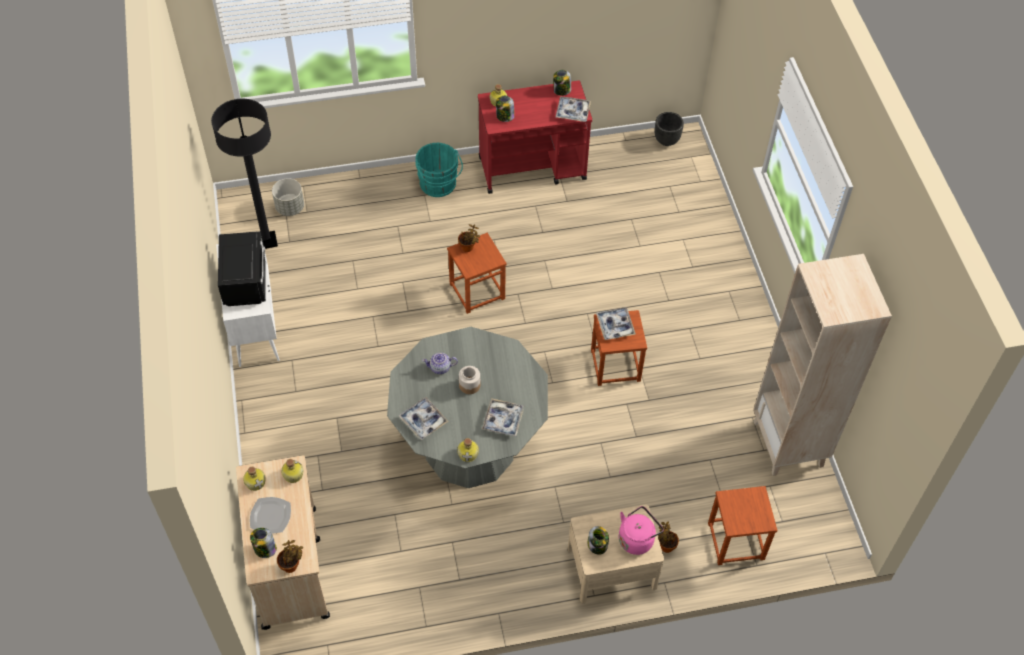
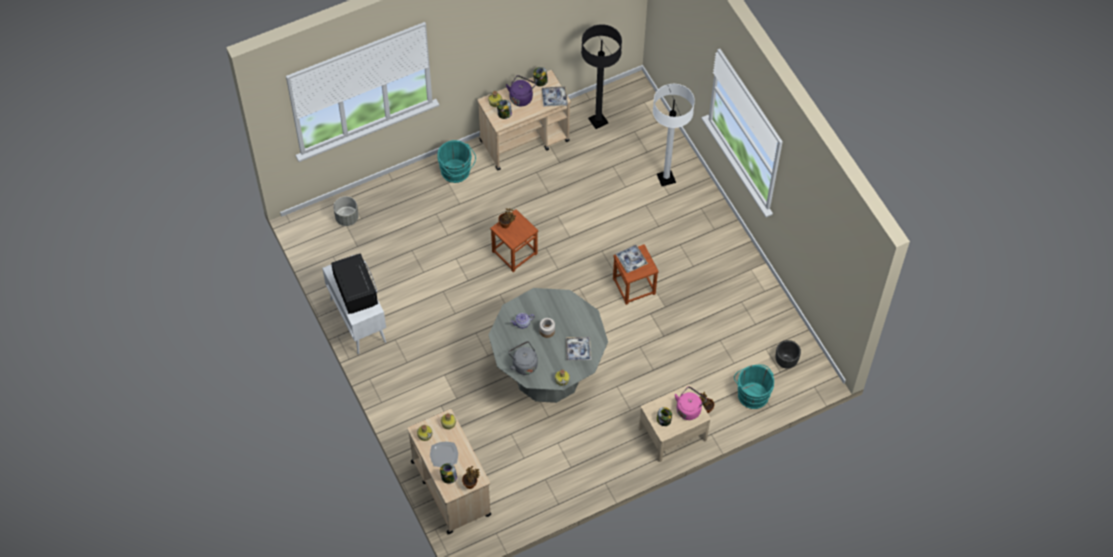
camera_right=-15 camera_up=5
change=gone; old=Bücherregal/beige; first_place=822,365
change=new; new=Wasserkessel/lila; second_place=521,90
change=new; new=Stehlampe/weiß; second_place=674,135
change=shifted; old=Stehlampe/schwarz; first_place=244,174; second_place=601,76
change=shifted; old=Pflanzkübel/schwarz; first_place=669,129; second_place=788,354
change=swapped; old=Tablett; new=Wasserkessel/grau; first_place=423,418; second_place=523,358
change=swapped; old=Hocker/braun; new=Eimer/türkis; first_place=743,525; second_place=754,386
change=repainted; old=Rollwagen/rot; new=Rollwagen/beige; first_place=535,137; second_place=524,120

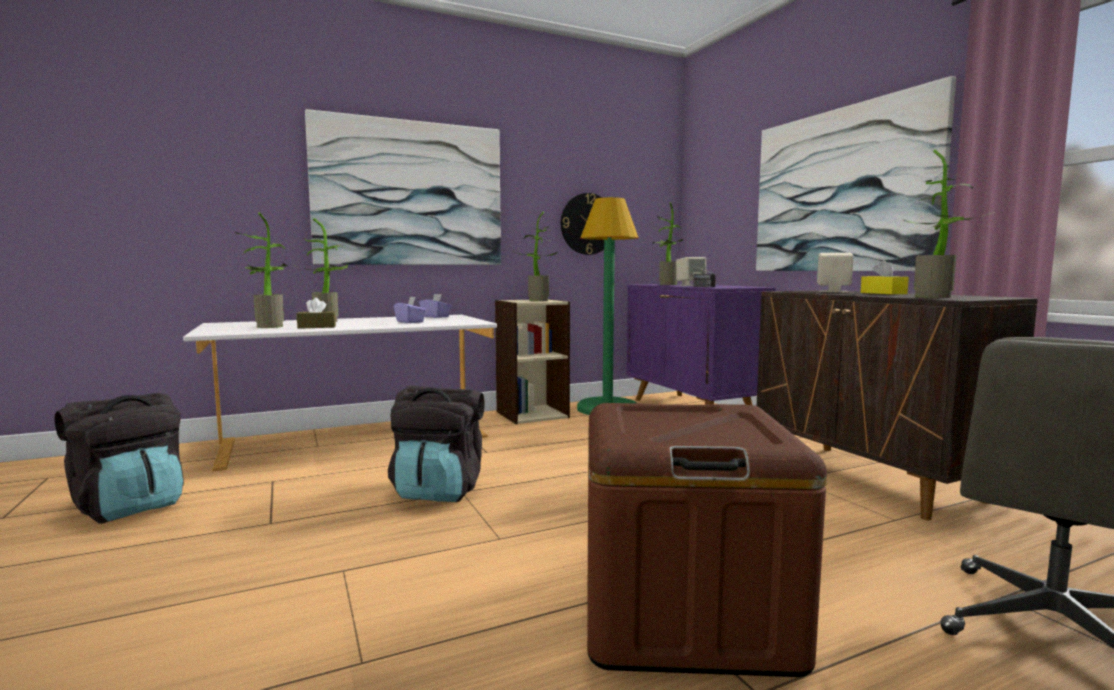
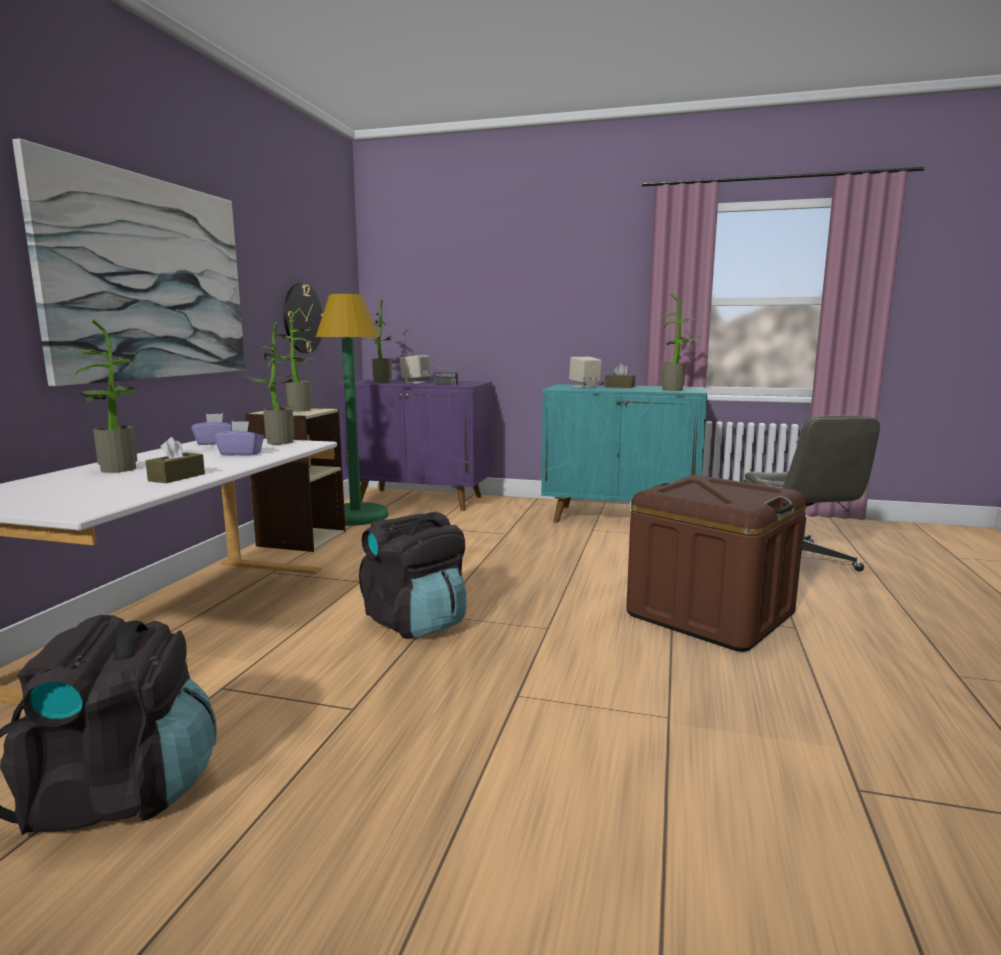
camera_right=-50 camera_up=5
change=gone; old=Bild; first_place=856,173
change=shifted; old=Topfpflanze; first_place=261,270; second_place=268,383
change=repainted; old=Schrank/braun; new=Schrank/türkis; first_place=897,405; second_place=624,453
change=repainted; old=Taschentuchbox/gelb; new=Taschentuchbox/braun; first_place=885,277; second_place=620,375

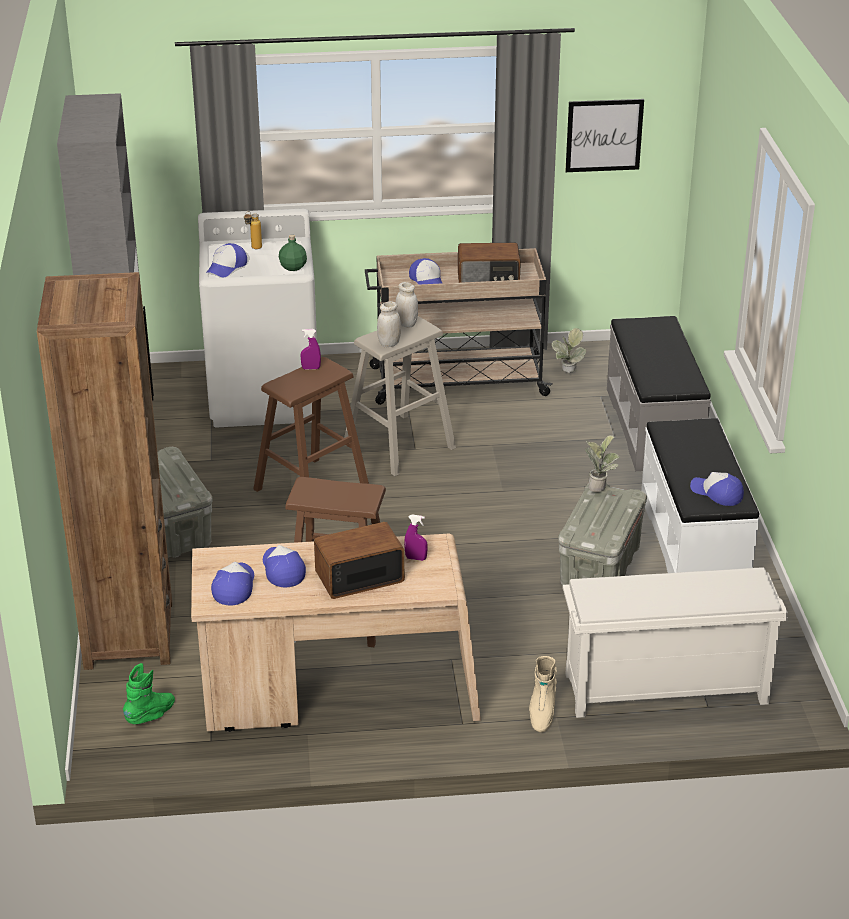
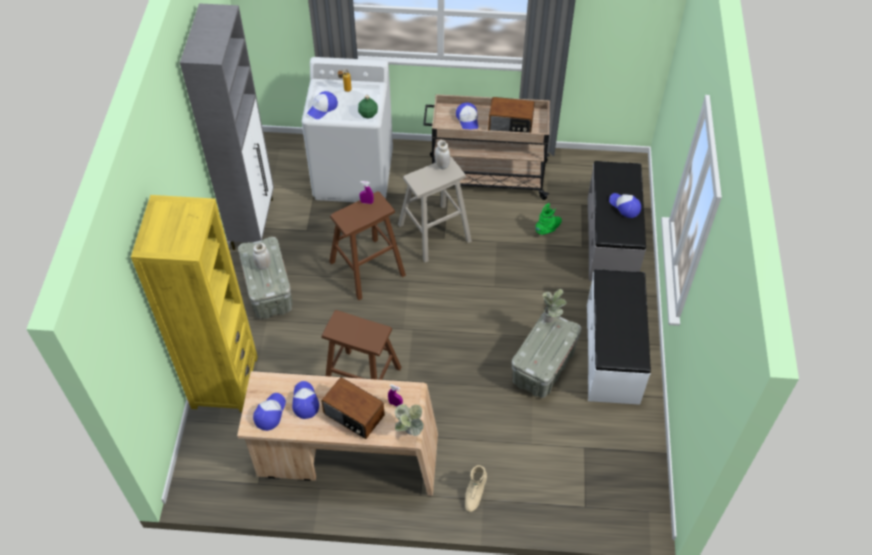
camera_right=10 camera_up=20
change=gone; old=Schuhregal/weiß; first_place=675,642
change=gone; old=Bild; first_place=604,135
change=shifted; old=Stiefel/grün; first_place=149,693; second_place=549,219
change=shifted; old=Vorratsglas/weiß; first_place=389,324; second_place=262,256
change=shifted; old=Topfpflanze; first_place=569,350; second_place=409,420
change=shifted; old=Kappe; first_place=717,489; second_place=625,205
change=repainted; old=Bücherregal/braun; new=Bücherregal/gelb; first_place=104,471; second_place=194,303
change=rotated; old=Radio; first_place=359,560; second_place=353,408; degrees=-135

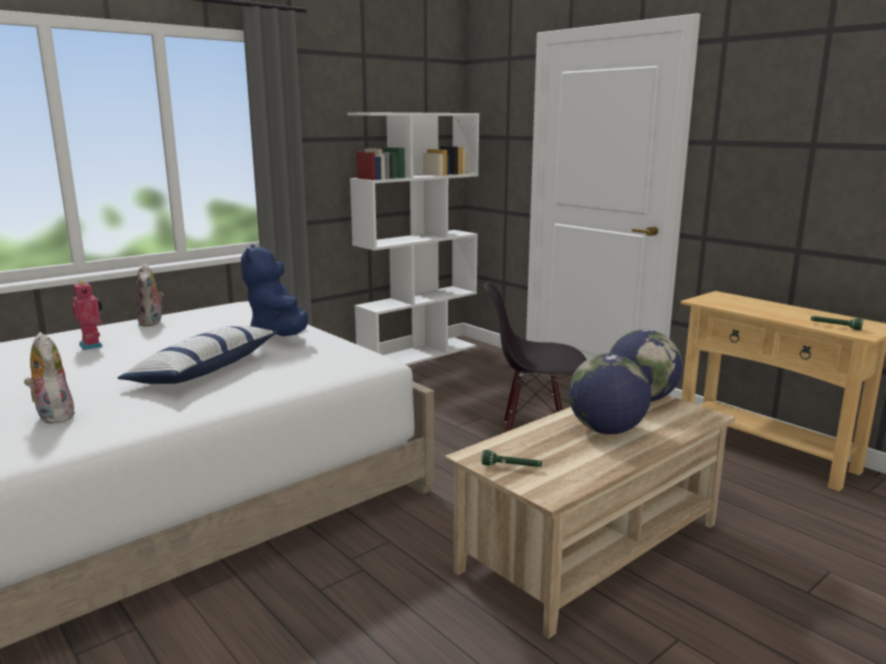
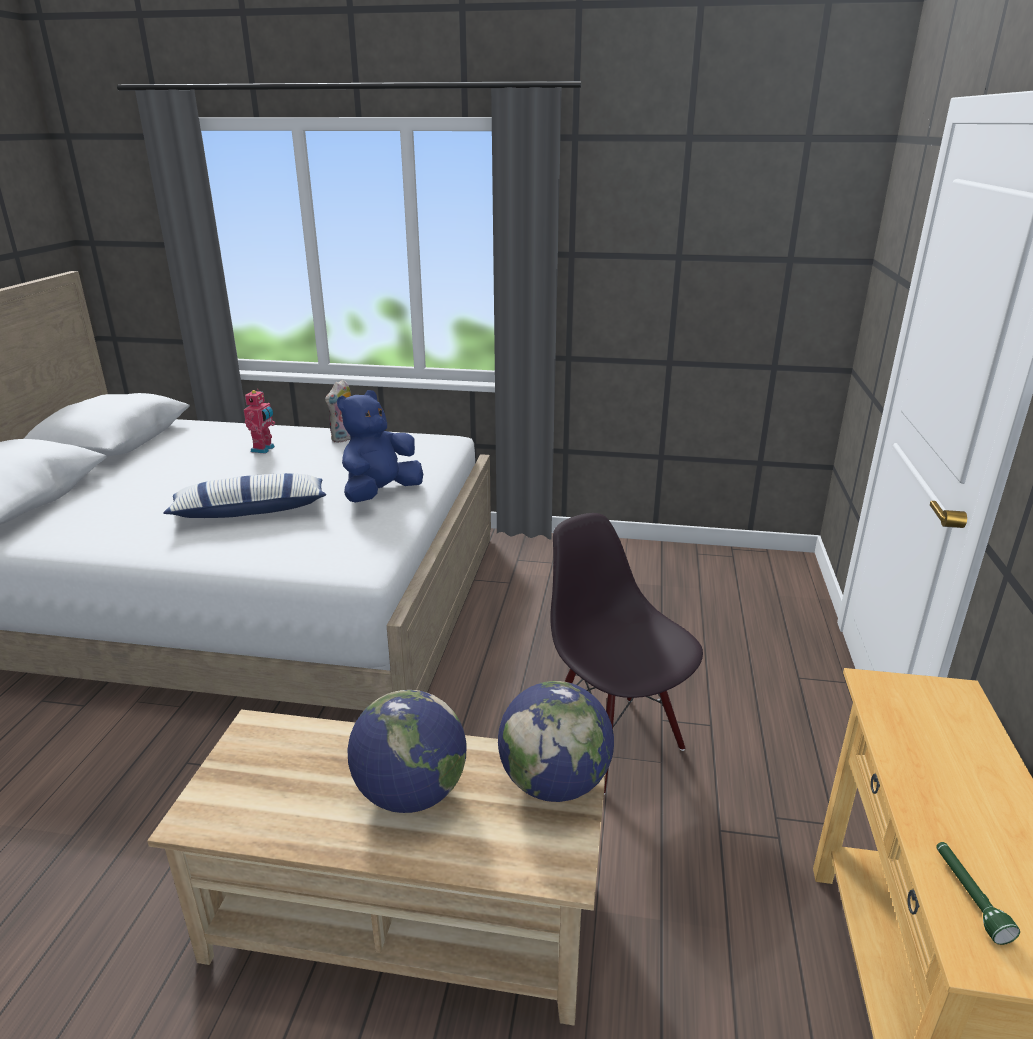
camera_right=50 camera_up=10
change=gone; old=Plüschtier; first_place=49,378
change=gone; old=Bücherregal/weiß; first_place=413,239
change=gone; old=Taschenlampe/grün; first_place=511,458

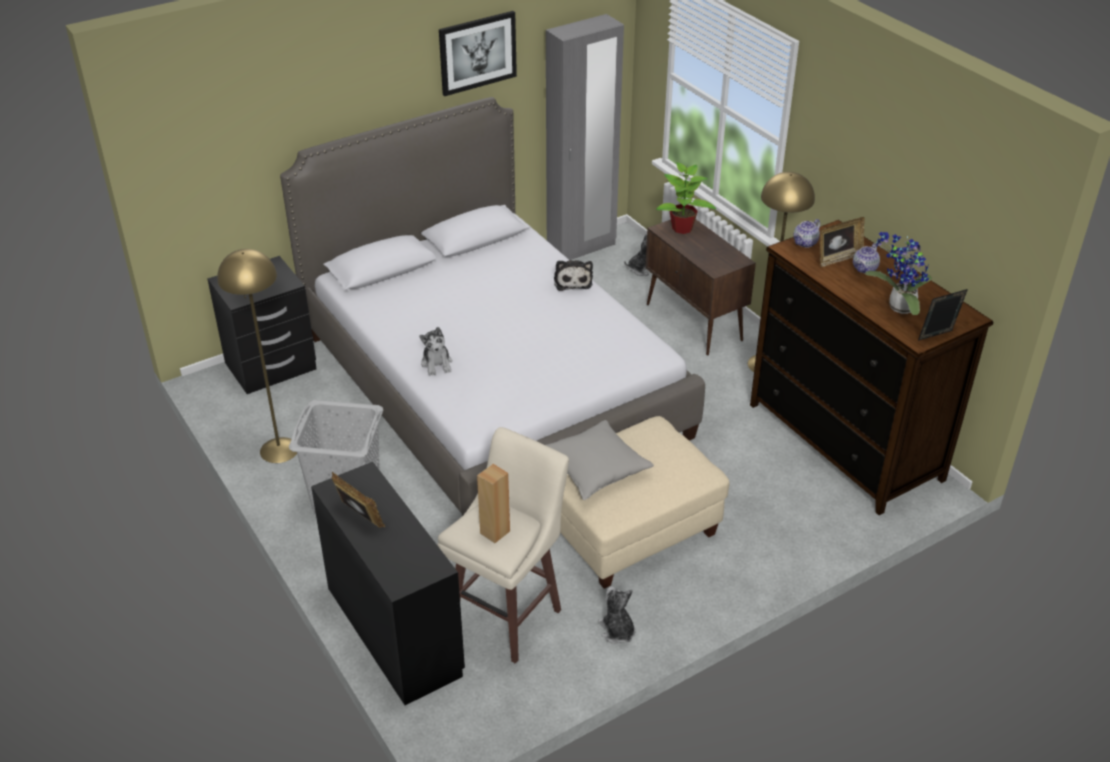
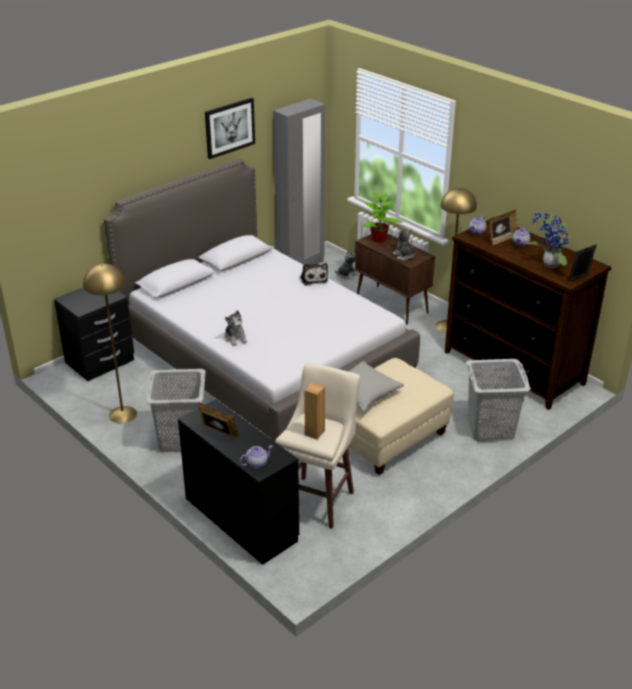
camera_right=-10 camera_up=-5
change=new; new=Teekanne; second_place=256,457
change=new; new=Wäschekorb/grau; second_place=498,400
change=shifted; old=Plüschtier; first_place=616,615; second_place=404,244

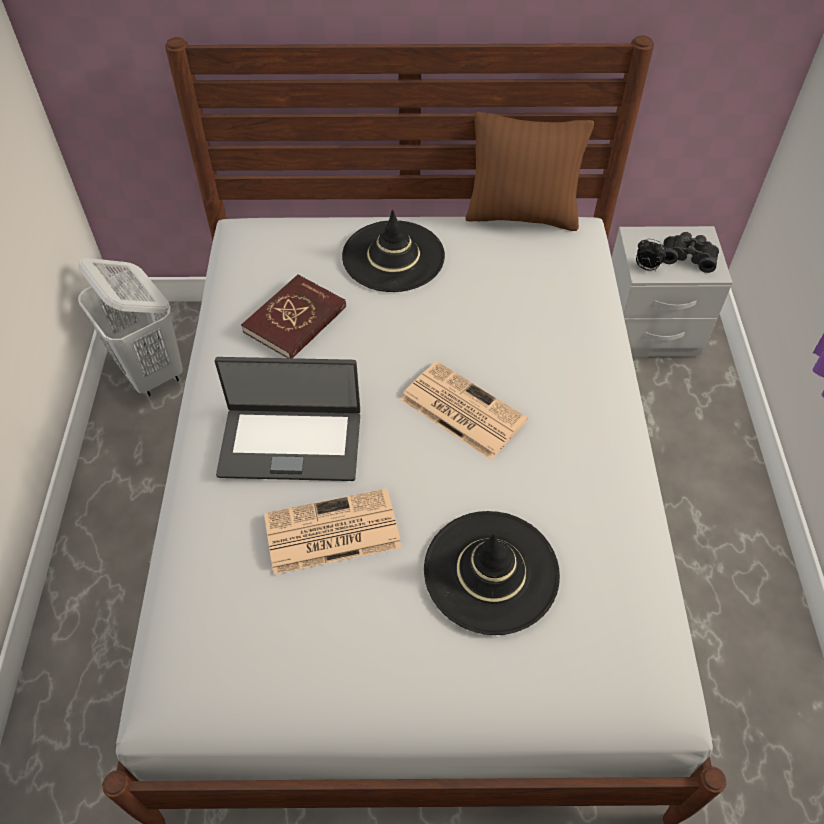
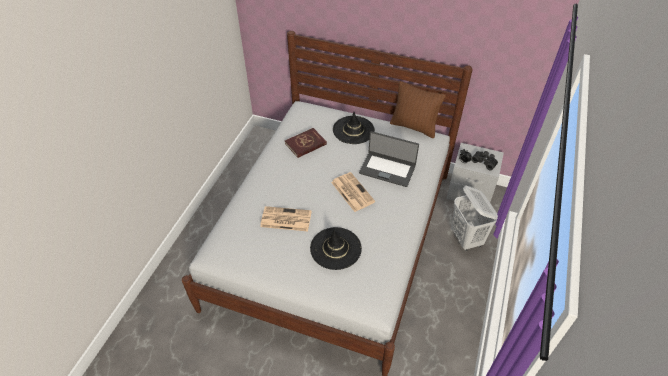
camera_right=20 camera_up=-5
change=shifted; old=Wäschekorb/weiß; first_place=130,327; second_place=474,218
change=shifted; old=Laptop; first_place=287,419; second_place=389,159

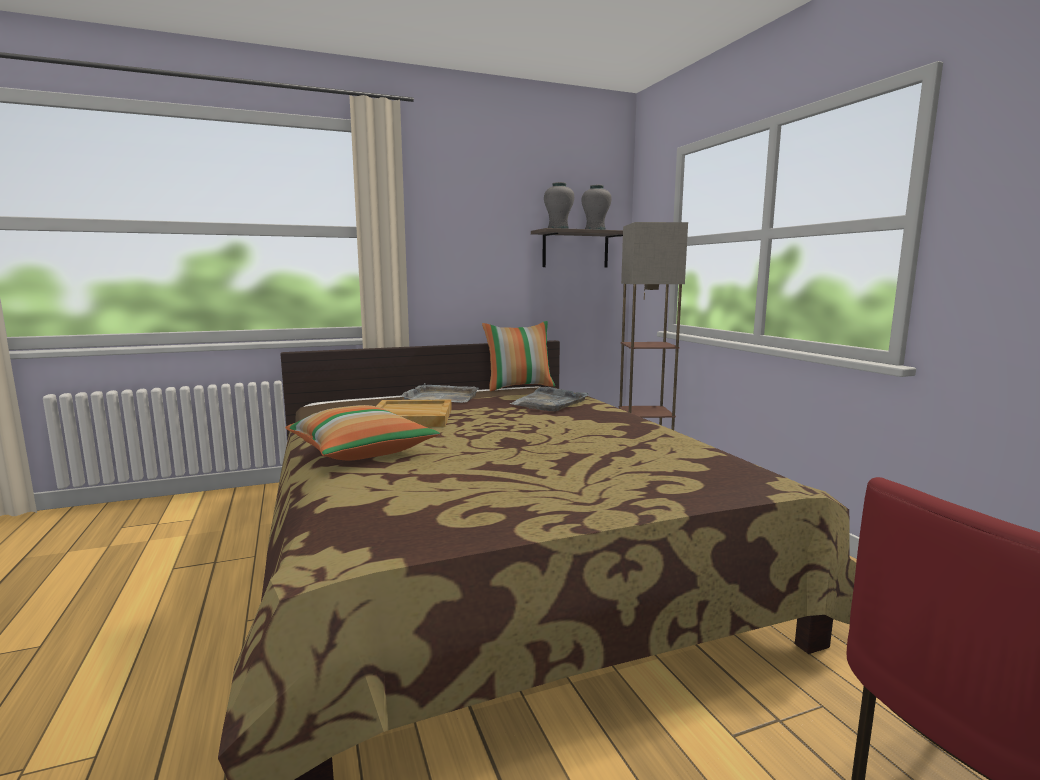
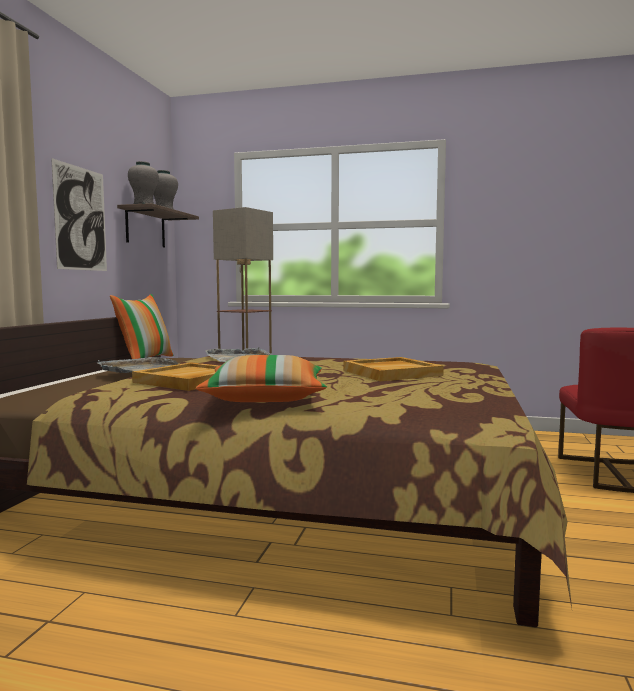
camera_right=-55 camera_up=-5
change=new; new=Bild; second_place=79,214
change=new; new=Tablett/beige; second_place=393,369

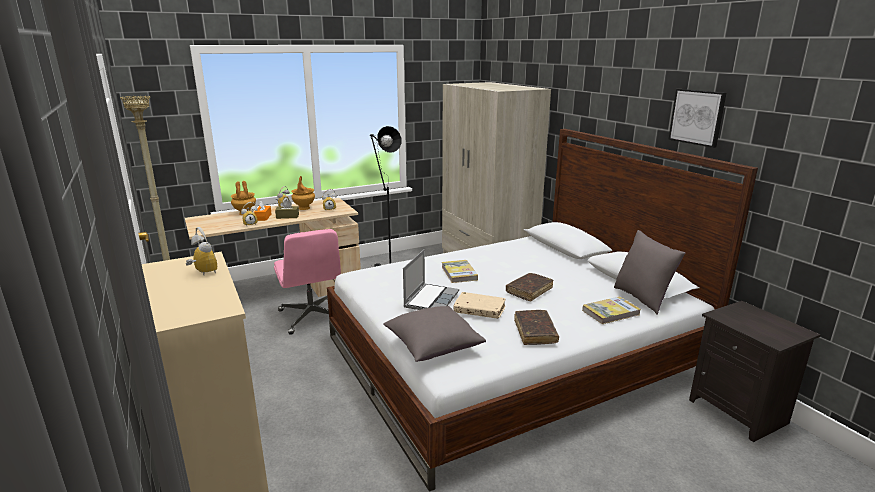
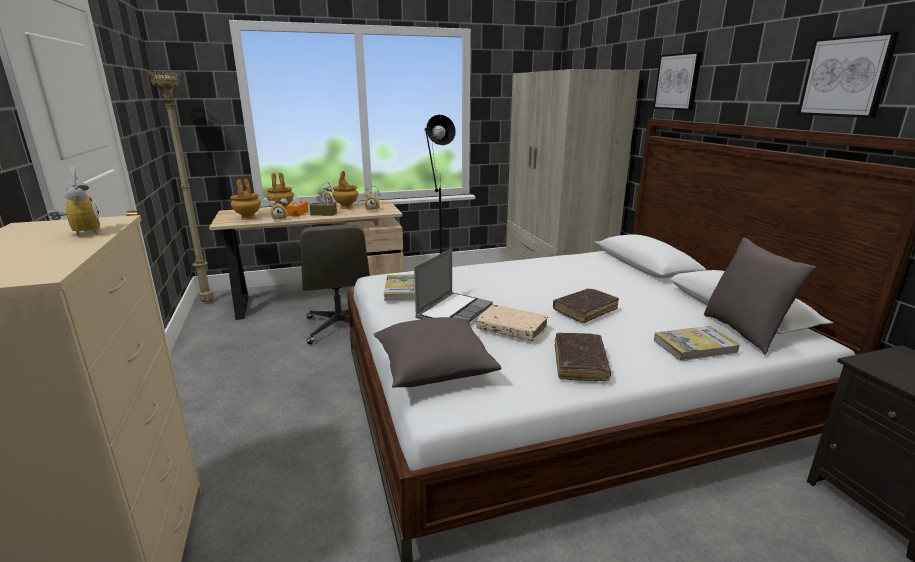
camera_right=10 camera_up=0
change=new; new=Vase/braun; second_place=245,199
change=new; new=Bild; second_place=677,81
change=shifted; old=Buch; first_place=460,271; second_place=399,288
change=repainted; old=Bürostuhl/rosa; new=Bürostuhl/grau; first_place=307,282; second_place=335,284

